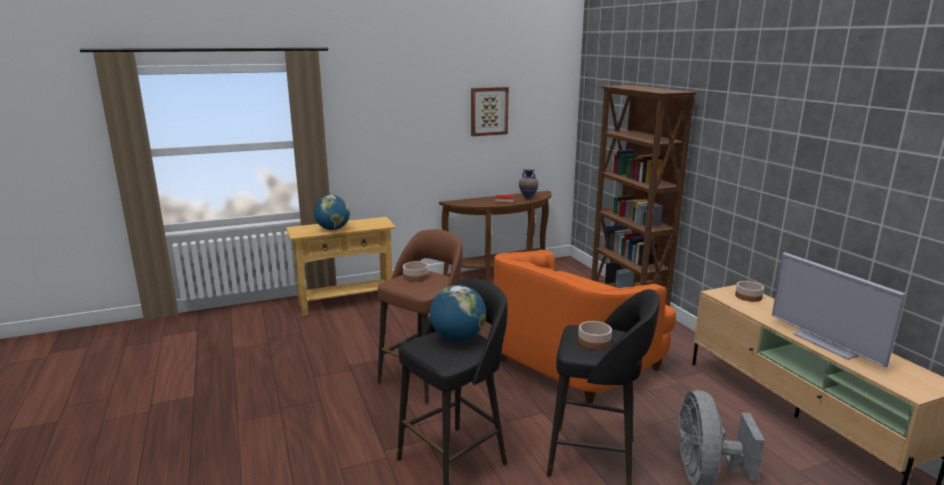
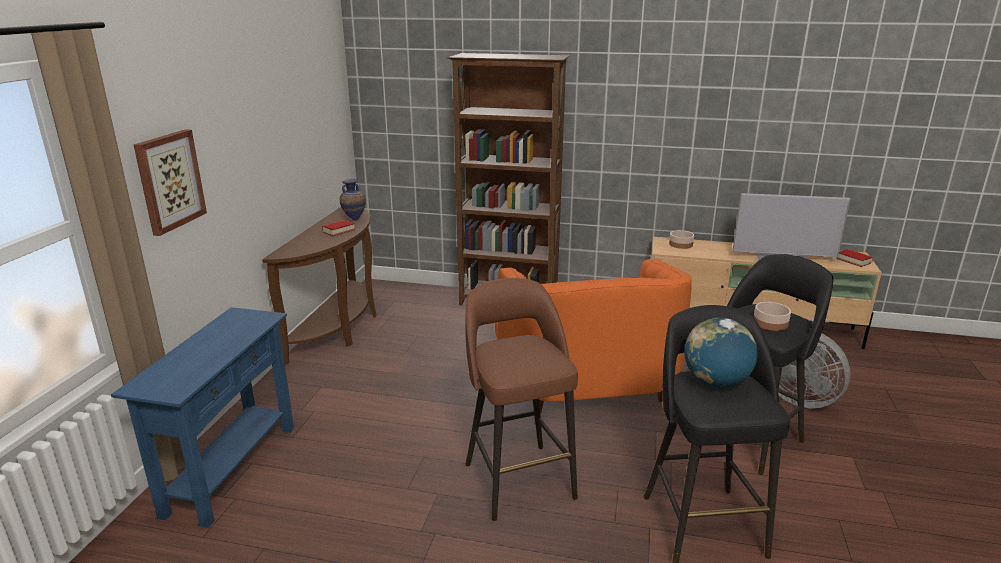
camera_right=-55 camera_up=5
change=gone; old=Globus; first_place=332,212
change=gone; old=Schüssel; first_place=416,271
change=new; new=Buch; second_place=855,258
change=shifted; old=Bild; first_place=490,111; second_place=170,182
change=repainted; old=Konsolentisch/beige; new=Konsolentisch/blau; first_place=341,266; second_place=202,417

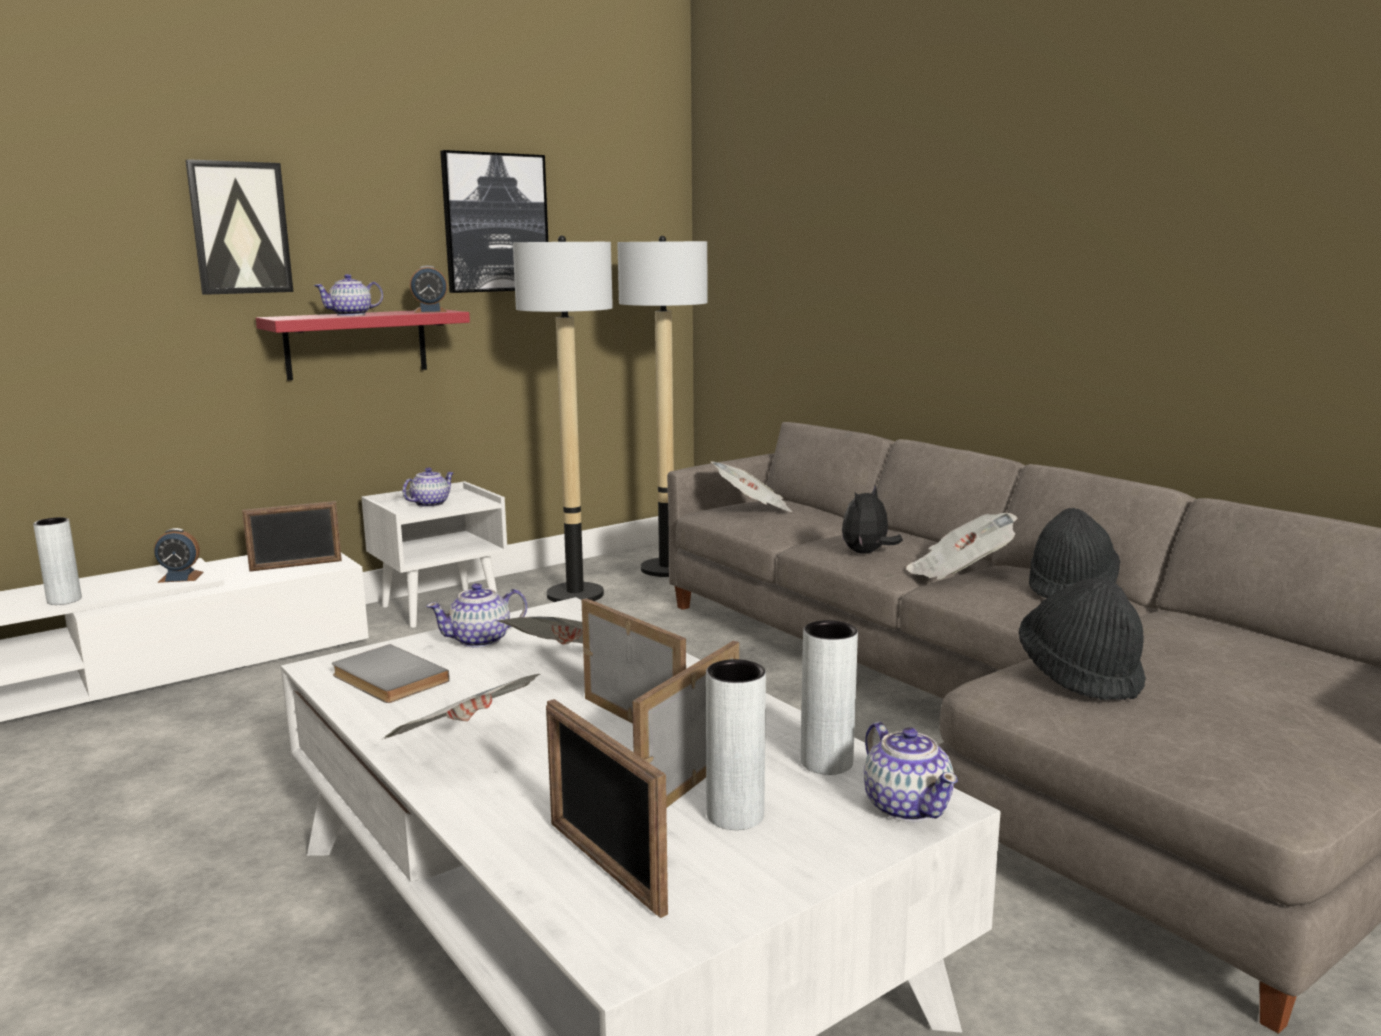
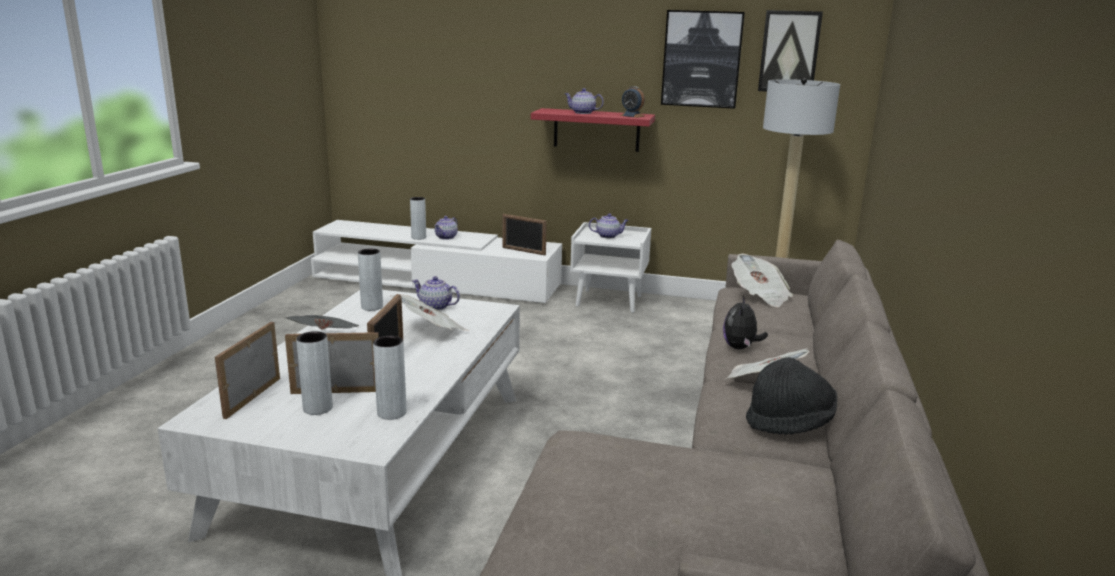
camera_right=50 camera_up=5
change=gone; old=Wecker; first_place=178,555
change=gone; old=Stehlampe; first_place=563,418
change=gone; old=Hut/schwarz; first_place=1082,639
change=shifted; old=Bild; first_place=239,227; second_place=790,50
change=shifted; old=Teekanne; first_place=911,772; second_place=446,228
change=swapped; old=Buch/grau; new=Vase/grau; first_place=391,673; second_place=370,280
change=rotated; old=Plüschtier; first_place=872,519; second_place=745,322; degrees=-75

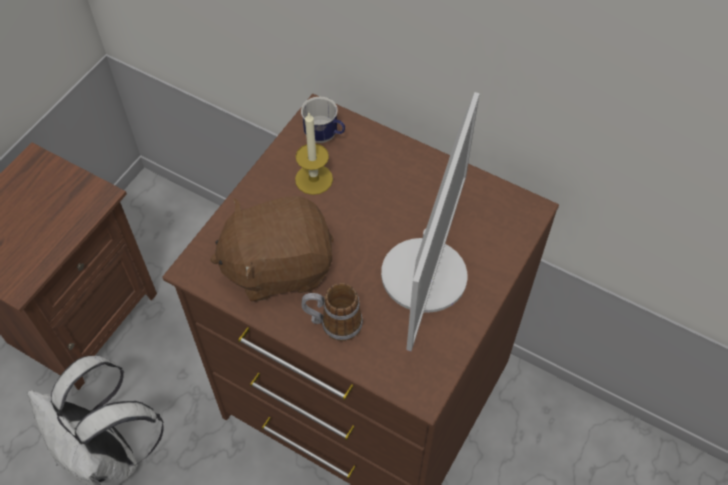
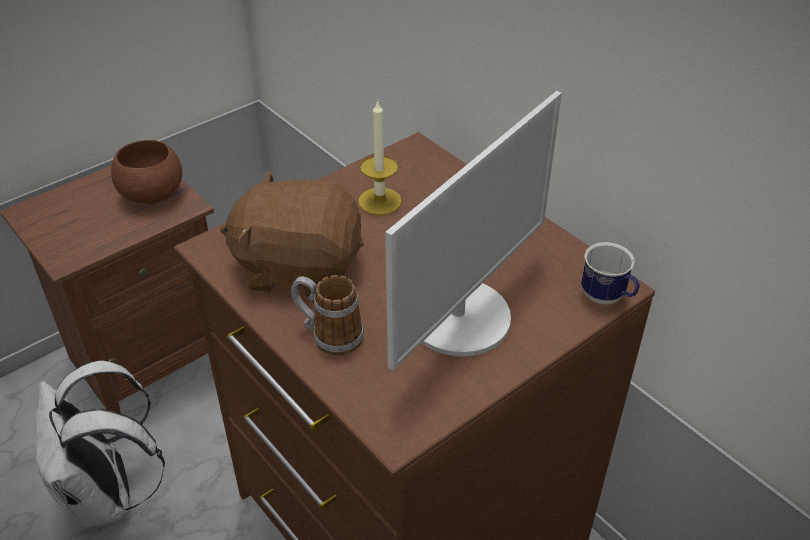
camera_right=20 camera_up=-15
change=new; new=Schüssel/braun; second_place=146,172
change=shifted; old=Henkelbecher; first_place=323,120; second_place=610,273

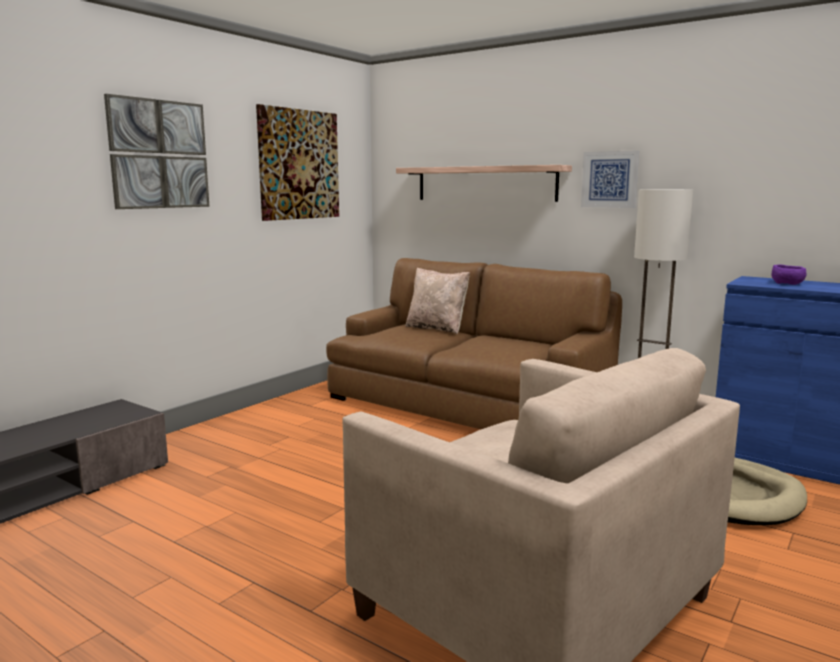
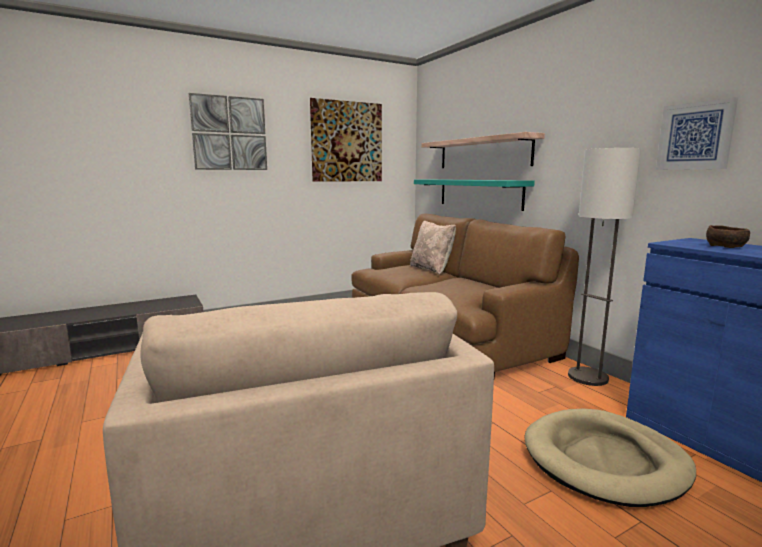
camera_right=25 camera_up=0
change=new; new=Wandregal/türkis; second_place=474,195
change=shifted; old=Bild; first_place=610,179; second_place=697,133
change=repainted; old=Schüssel/lila; new=Schüssel/braun; first_place=789,274; second_place=728,236

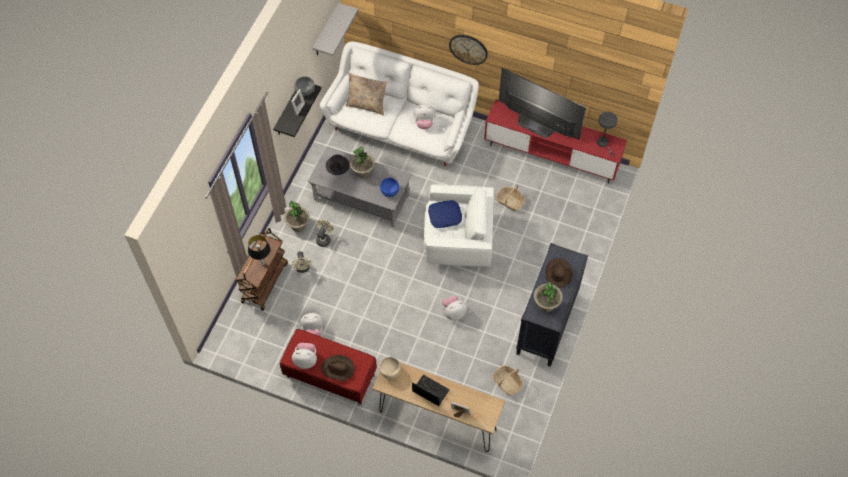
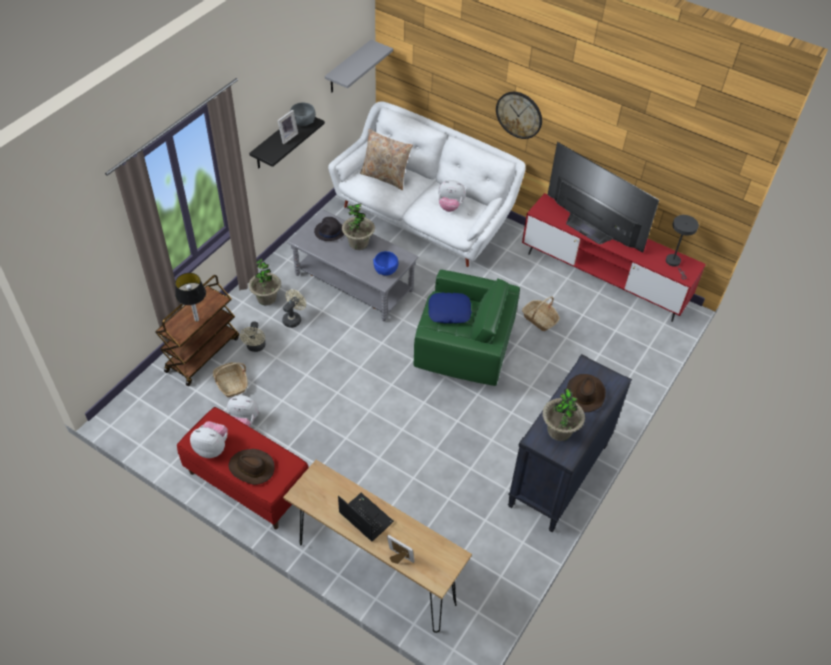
camera_right=10 camera_up=-10
change=gone; old=Schüssel/beige; first_place=390,368
change=gone; old=Plüschtier; first_place=454,308
change=shifted; old=Korb; first_place=507,380; second_place=230,379
change=repainted; old=Sessel/weiß; new=Sessel/grün; first_place=459,225; second_place=467,328

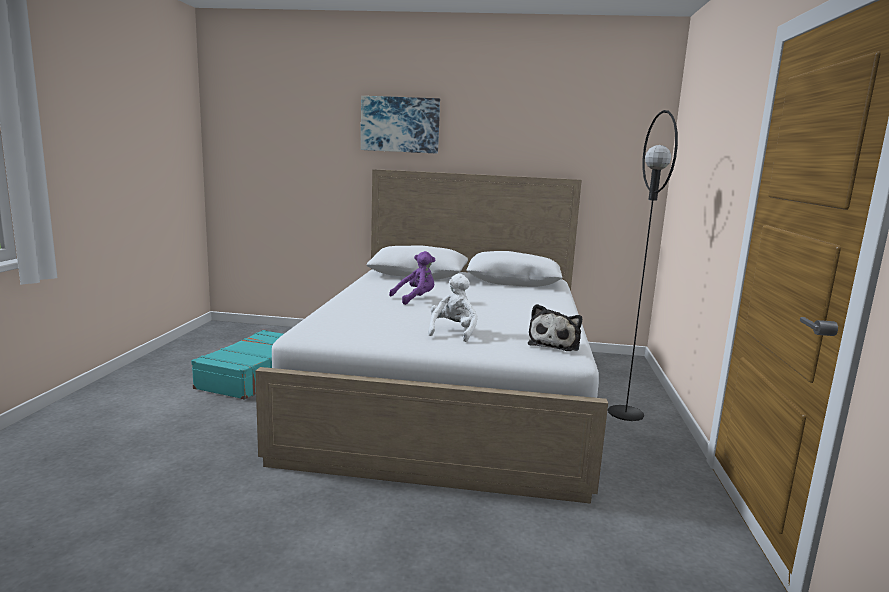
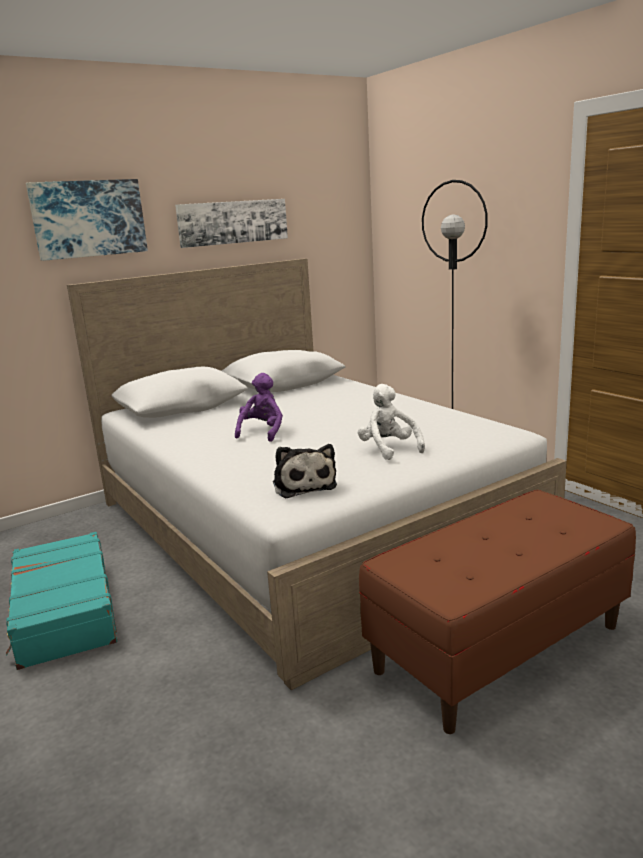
camera_right=-40 camera_up=5
change=new; new=Bild; second_place=231,223
change=new; new=Bank/braun; second_place=497,611
change=shifted; old=Plüschtier; first_place=555,327; second_place=305,471

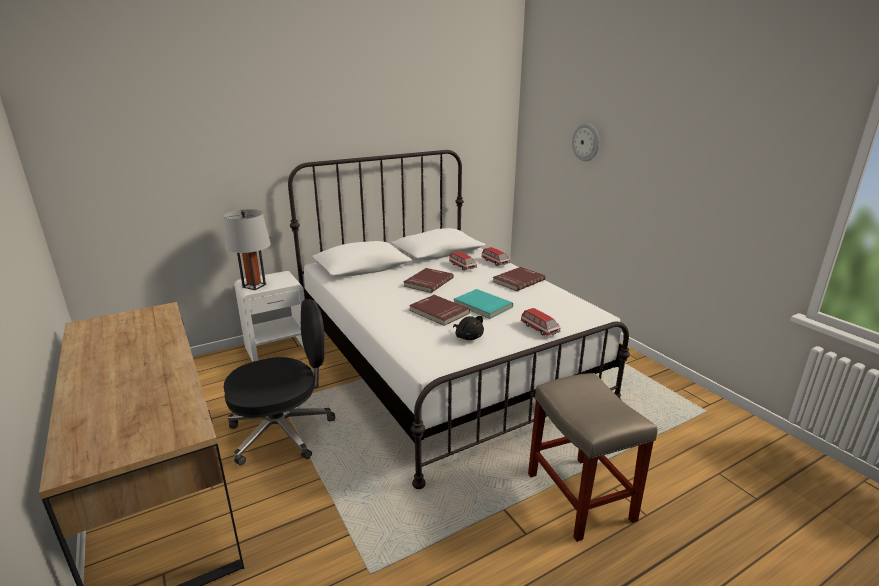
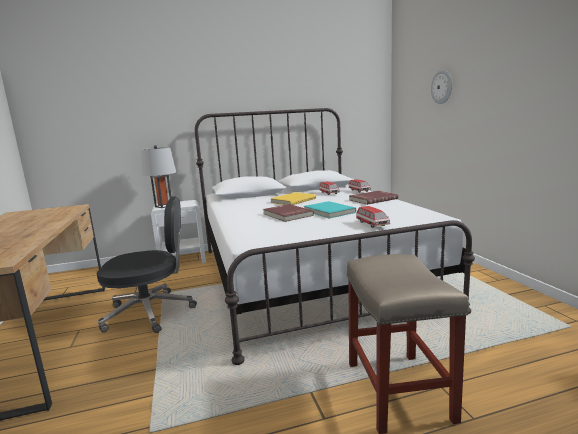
camera_right=15 camera_up=-10
change=gone; old=Plüschtier/schwarz; first_place=468,328
change=repainted; old=Buch/rot; new=Buch/gelb; first_place=429,280; second_place=293,198

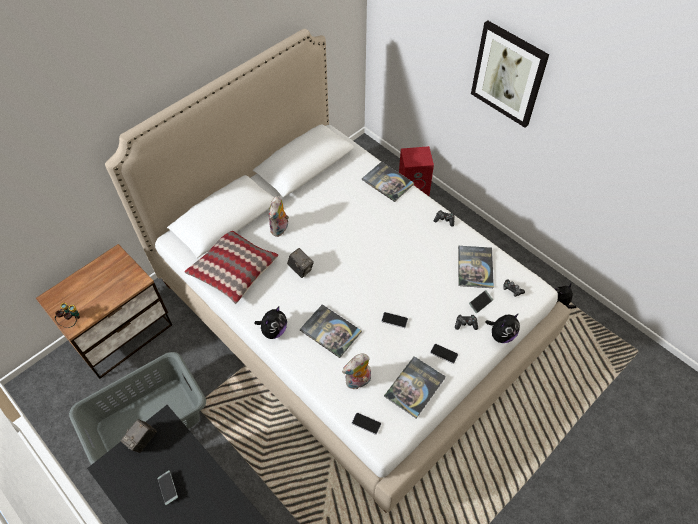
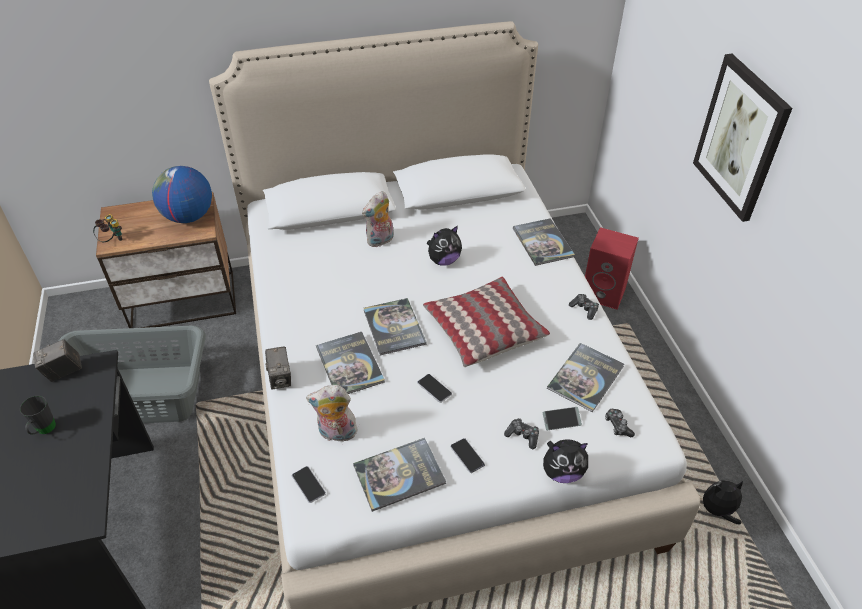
camera_right=30 camera_up=-10
change=new; new=Globus; second_place=182,194
change=new; new=Buch; second_place=395,326
change=shifted; old=Kissen; first_place=231,267; second_place=486,322
change=shifted; old=Plüschtier; first_place=270,322; second_place=444,245
change=shifted; old=Kamera; first_place=300,263; second_place=278,368
change=swapped; old=Handy; new=Henkelbecher/schwarz; first_place=168,487; second_place=38,415

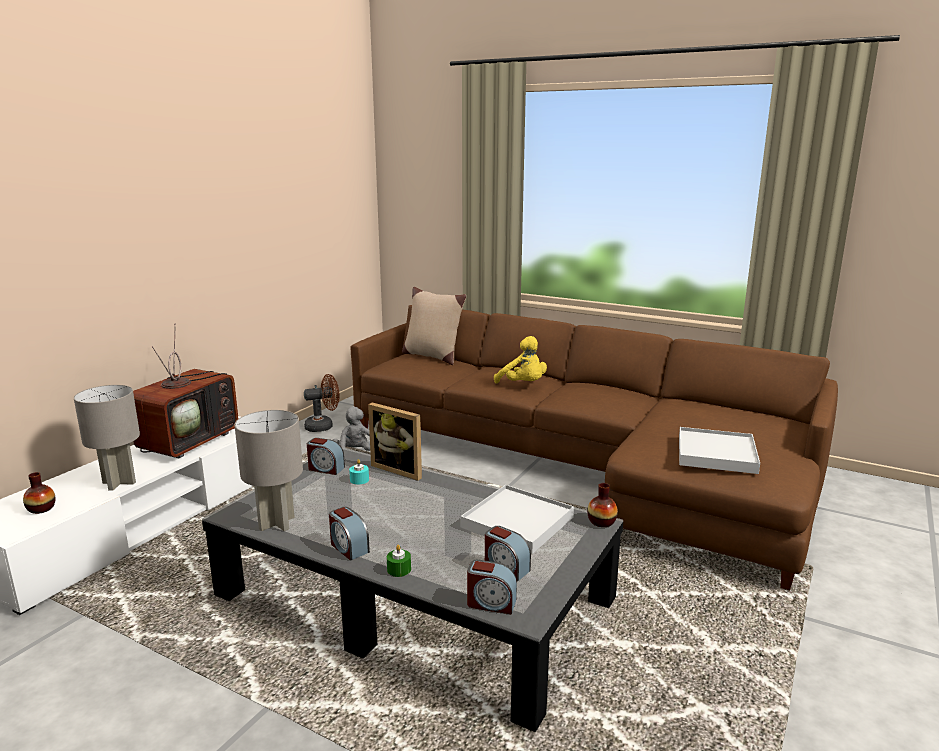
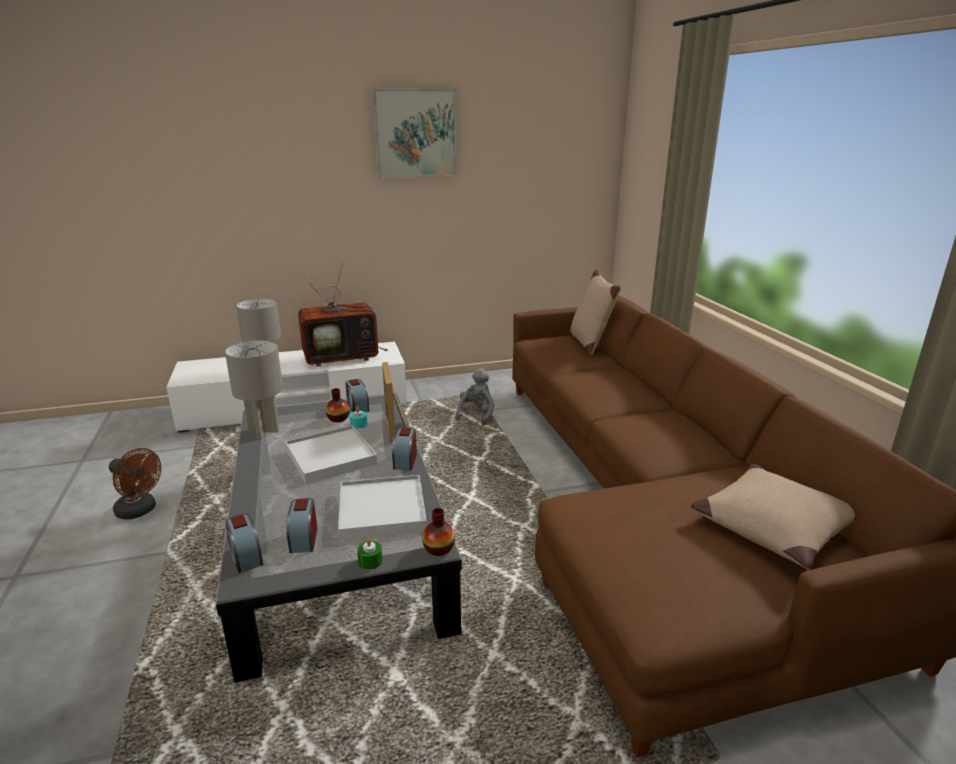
camera_right=45 camera_up=5
change=gone; old=Plüschtier/gelb; first_place=520,359
change=new; new=Bild; second_place=414,133
change=new; new=Kissen/beige; second_place=773,516
change=shifted; old=Vase; first_place=39,493; second_place=337,405
change=shifted; old=Ventilator/braun; first_place=322,403; second_place=135,484
change=shifted; old=Wecker; first_place=349,533; second_place=404,449
change=shifted; old=Kerze/grün; first_place=399,561; second_place=370,554
change=shifted; old=Tablett/weiß; first_place=719,450; second_place=331,454

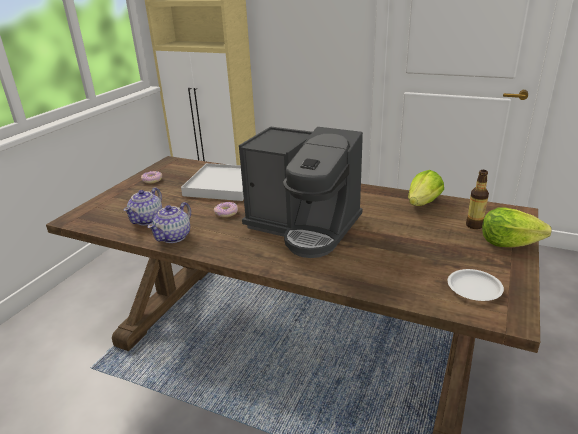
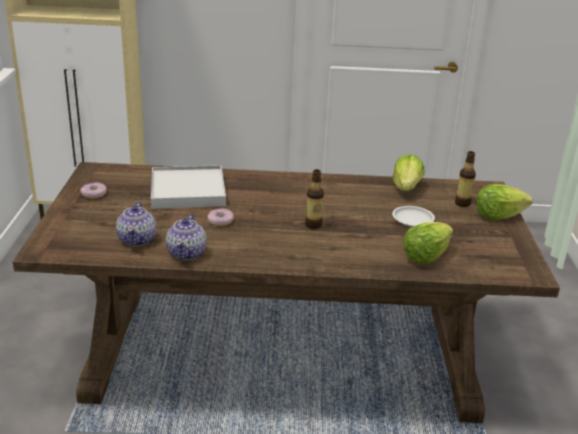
camera_right=-25 camera_up=0
change=new; new=Salatkopf; second_place=428,243
change=shifted; old=Teller/weiß; first_place=476,285; second_place=413,216
change=swapped; old=Kaffeemaschine; new=Flasche; first_place=301,192; second_place=314,199

